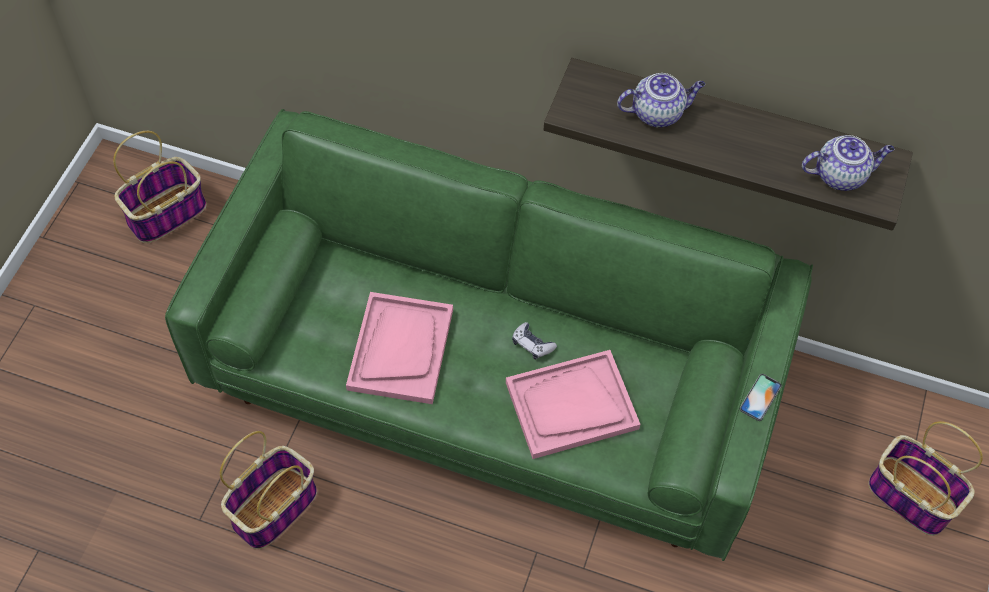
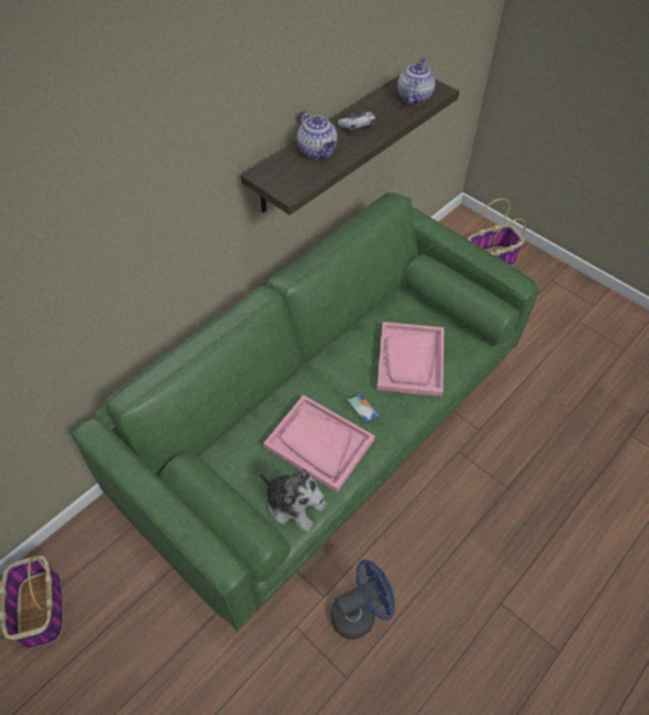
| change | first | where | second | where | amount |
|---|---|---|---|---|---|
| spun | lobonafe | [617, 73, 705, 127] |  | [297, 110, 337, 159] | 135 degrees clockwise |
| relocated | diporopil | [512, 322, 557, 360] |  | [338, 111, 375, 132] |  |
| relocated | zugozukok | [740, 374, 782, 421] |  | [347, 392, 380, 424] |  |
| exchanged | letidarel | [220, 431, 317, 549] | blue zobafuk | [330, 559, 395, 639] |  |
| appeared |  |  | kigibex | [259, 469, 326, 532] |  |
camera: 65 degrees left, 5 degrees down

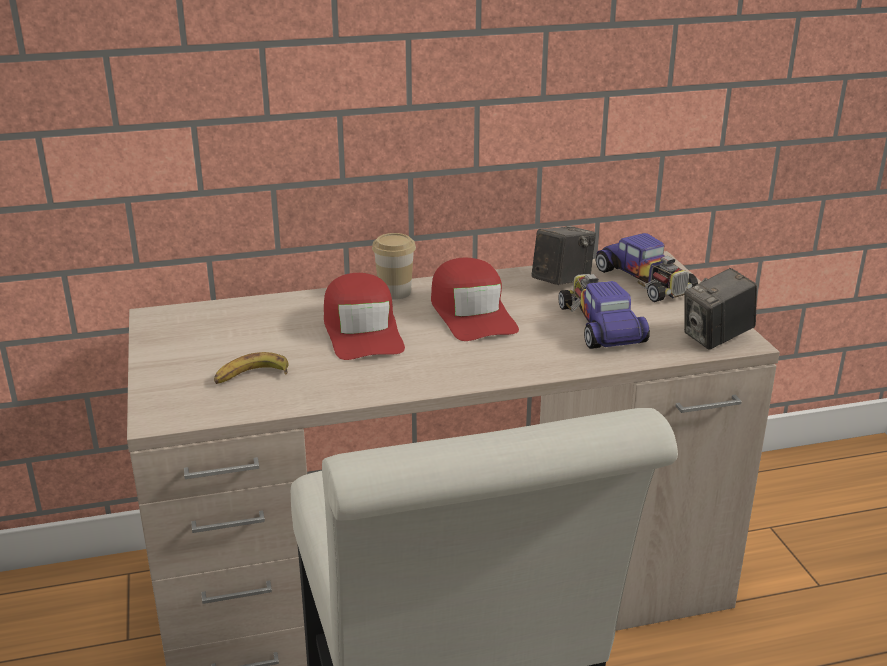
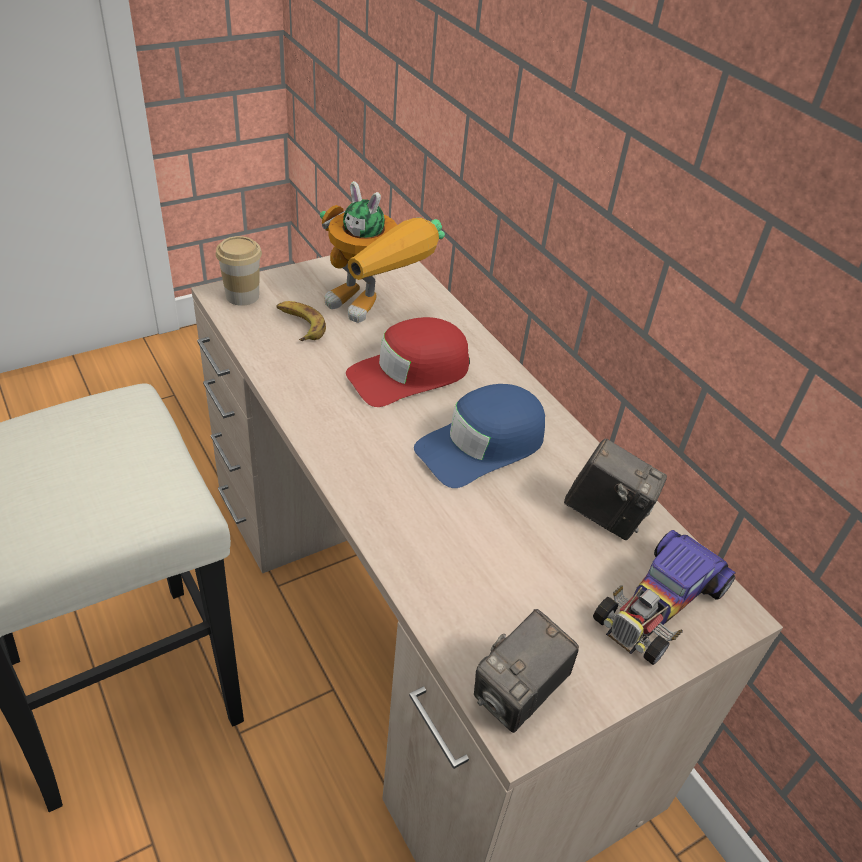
| change | first | where | second | where | amount |
|---|---|---|---|---|---|
| relocated | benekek | [372, 233, 416, 300] |  | [216, 236, 262, 306] |  |
| colour | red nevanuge | [431, 258, 519, 341] | blue nevanuge | [414, 384, 545, 488] |  |
| spun | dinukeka | [684, 268, 757, 350] |  | [474, 609, 579, 733] | 90 degrees counterclockwise |
| missing | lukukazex | [558, 274, 650, 349] |  |  |  |
| appeared |  |  | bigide | [320, 181, 445, 323] |  |
camera: 70 degrees right, 15 degrees up

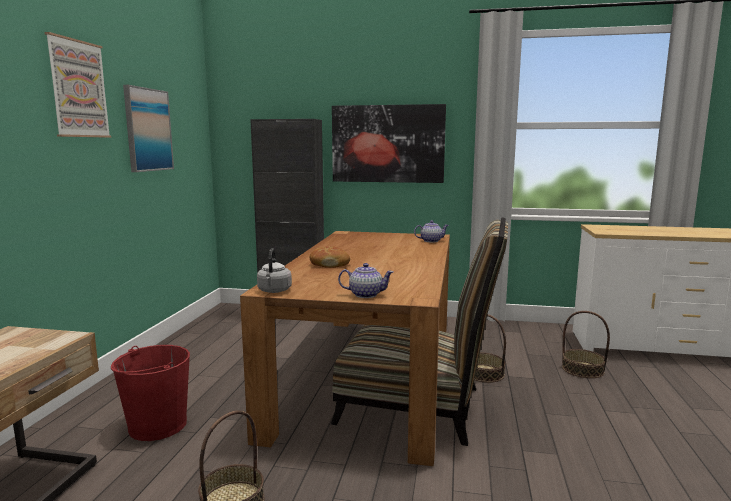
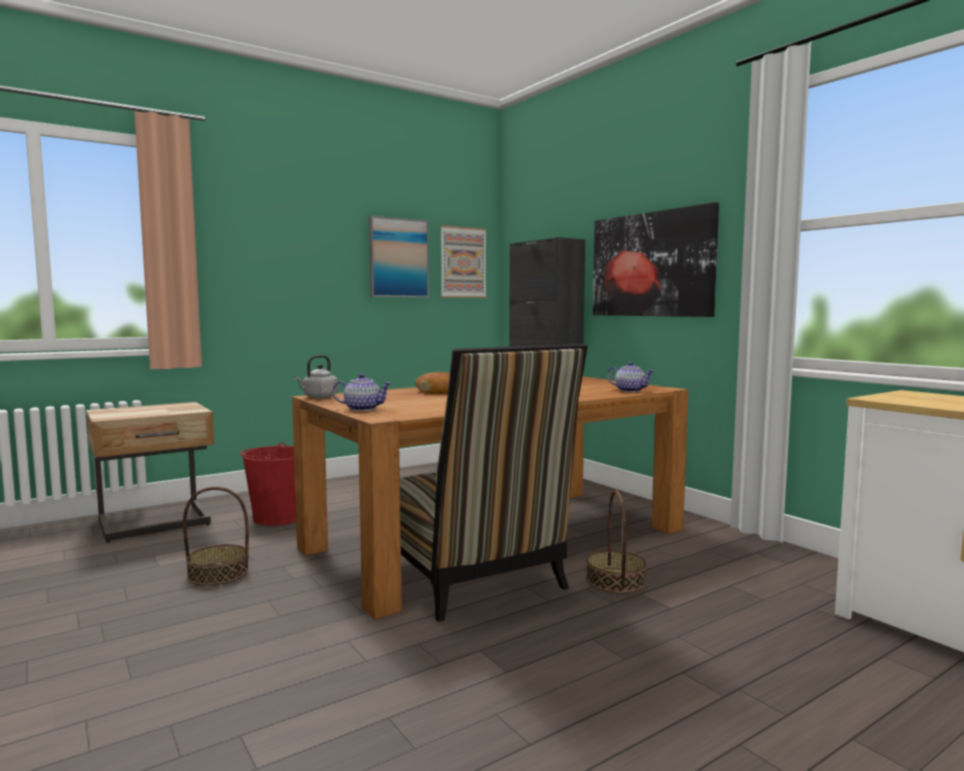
| change | first | where | second | where | amount |
|---|---|---|---|---|---|
| relocated | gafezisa | [45, 32, 111, 138] |  | [440, 225, 487, 298] |  |
| spun | lobonafe | [338, 263, 393, 298] |  | [333, 374, 392, 411] | 45 degrees counterclockwise |
| missing | letidarel | [562, 311, 610, 378] |  |  |  |
camera: 45 degrees right, 5 degrees down

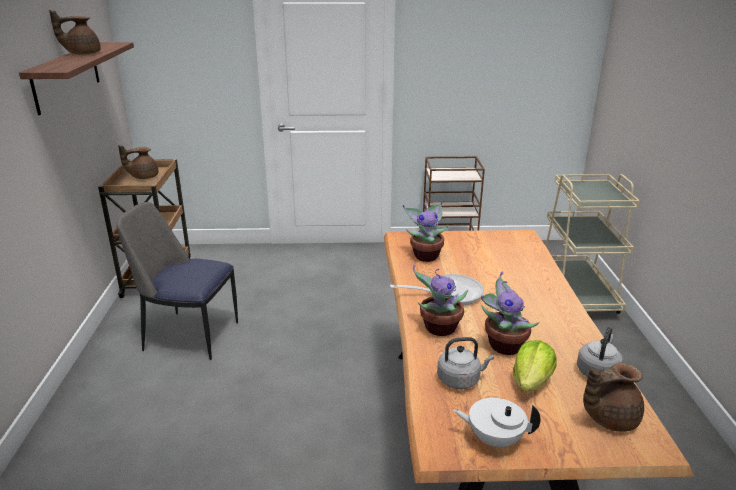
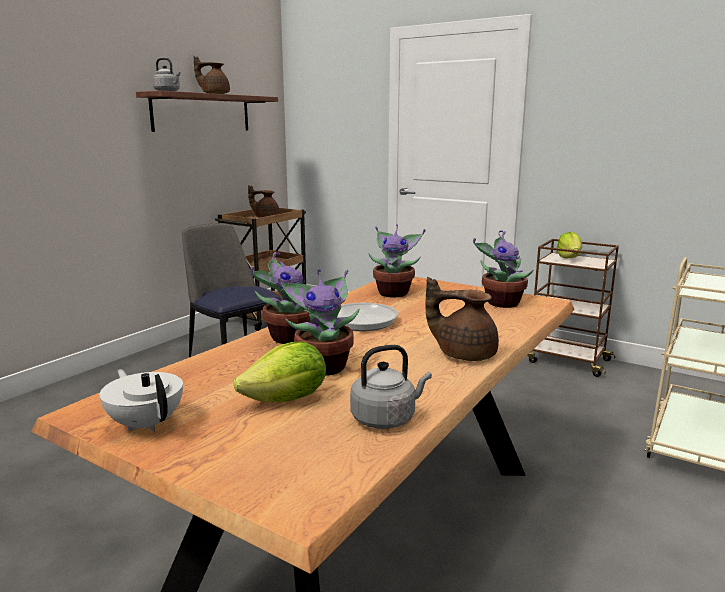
| change | first | where | second | where | amount |
|---|---|---|---|---|---|
| relocated | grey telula | [437, 337, 494, 389] |  | [153, 58, 181, 91] |  |
| relocated | brown lobonafe | [583, 362, 644, 432] |  | [425, 277, 499, 361] |  |
| appeared |  |  | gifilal | [473, 230, 533, 308] |  |
| appeared |  |  | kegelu | [557, 232, 582, 258] |  |
camera: 35 degrees right, 10 degrees down

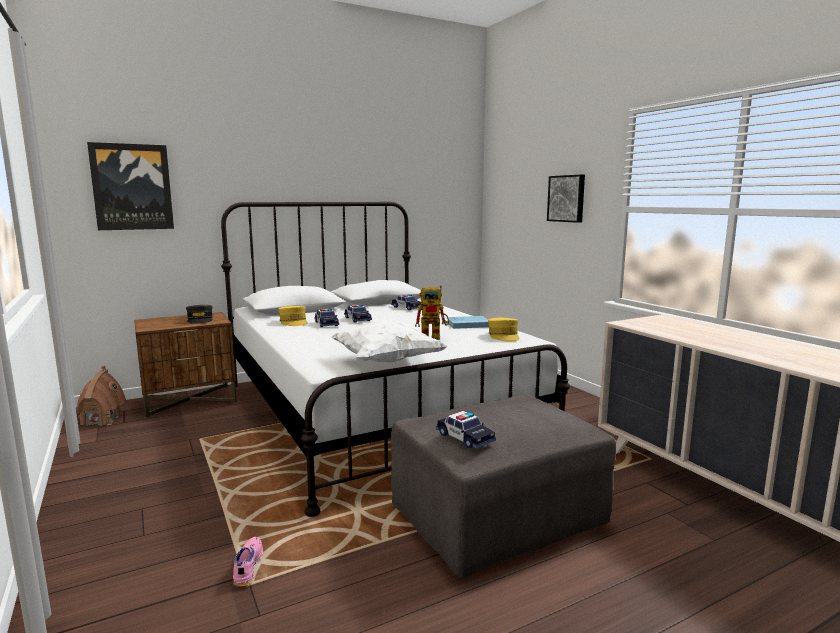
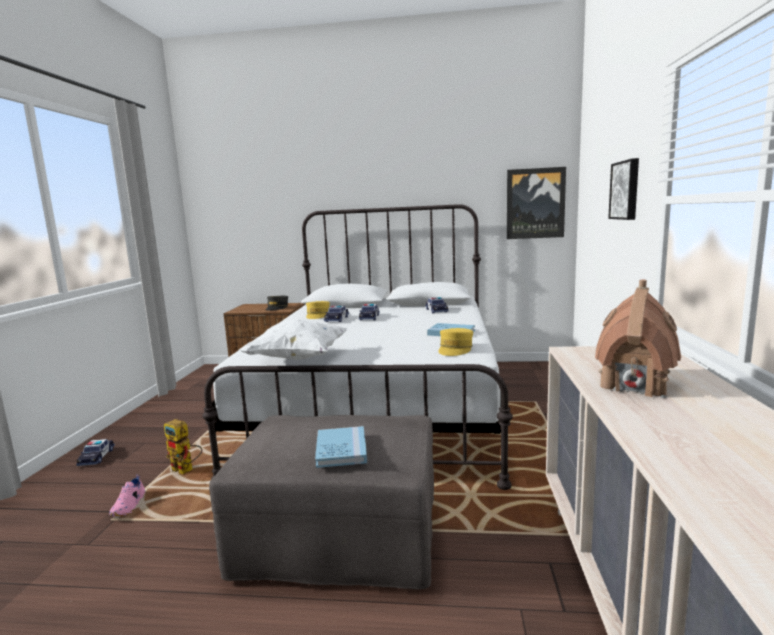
| change | first | where | second | where | amount |
|---|---|---|---|---|---|
| relocated | gafezisa | [87, 142, 174, 230] |  | [507, 167, 566, 239] |  |
| relocated | bigide | [415, 285, 449, 340] |  | [164, 419, 202, 475] |  |
| relocated | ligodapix | [77, 365, 126, 426] |  | [595, 280, 681, 398] |  |
| relocated | lukukazex | [436, 411, 496, 448] |  | [76, 439, 115, 466] |  |
| spun | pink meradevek | [233, 537, 263, 587] |  | [109, 475, 146, 517] | 150 degrees clockwise |
| appeared |  |  | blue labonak | [315, 426, 367, 468] |  |
camera: 35 degrees right, 0 degrees up

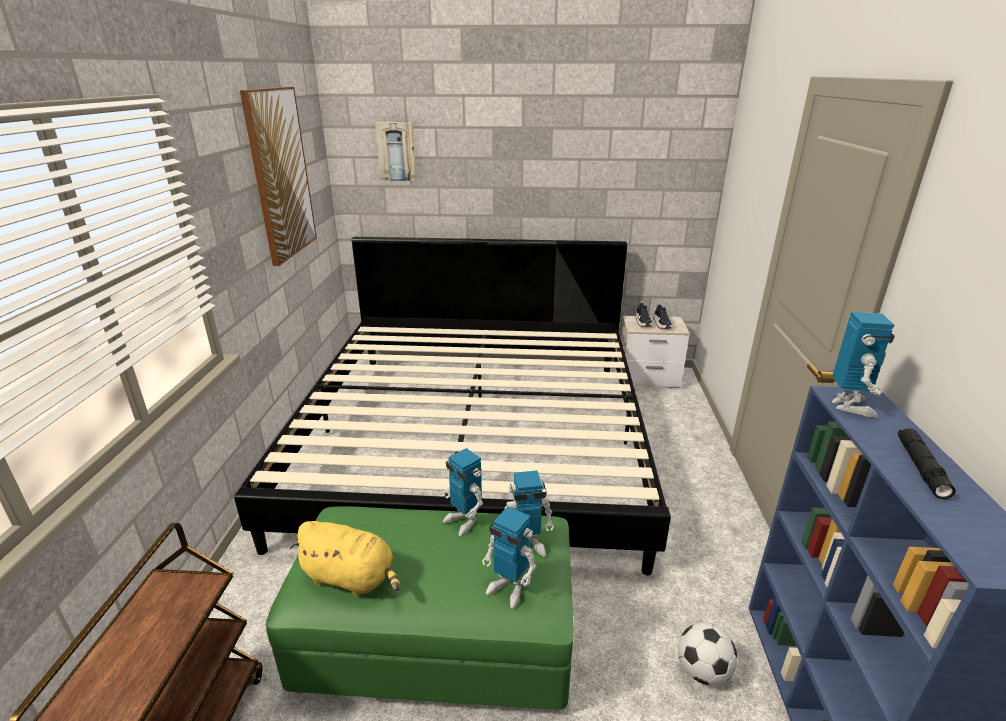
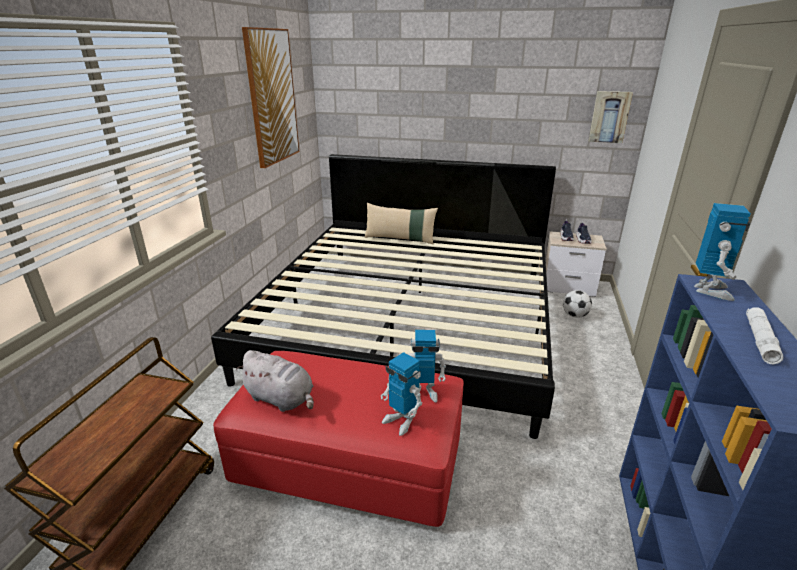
| change | first | where | second | where | amount |
|---|---|---|---|---|---|
| relocated | gafezisa | [375, 122, 416, 181] |  | [589, 91, 633, 143] |  |
| colour | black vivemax | [898, 428, 956, 499] | white vivemax | [746, 308, 783, 364] |  |
| missing | bigide | [443, 448, 483, 536] |  |  |  |
| colour | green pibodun | [266, 506, 574, 710] | red pibodun | [213, 351, 464, 527] |  |
| colour | yellow kigibex | [290, 521, 400, 596] | grey kigibex | [236, 350, 314, 412] |  |
| relocated | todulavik | [678, 623, 737, 685] |  | [563, 290, 592, 318] |  |
| appeared |  |  | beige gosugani | [364, 203, 438, 244] |  |
camera: 10 degrees right, 0 degrees up

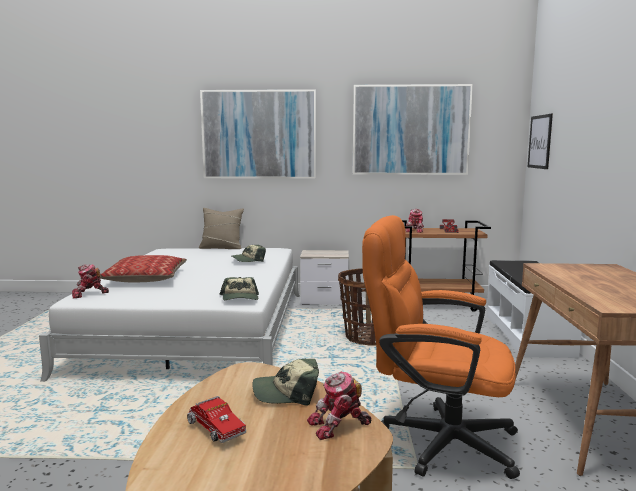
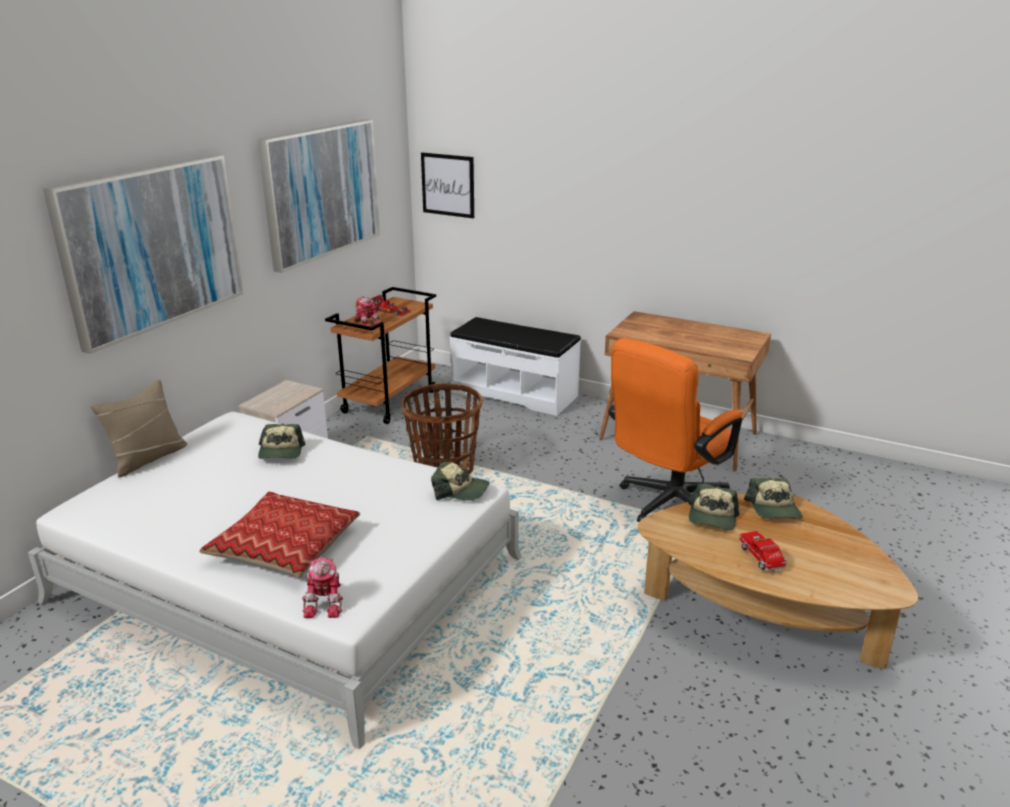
| change | first | where | second | where | amount |
|---|---|---|---|---|---|
| exchanged | bigide | [307, 371, 371, 440] | nevanuge | [744, 478, 802, 519] |  |
| spun | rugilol | [187, 396, 246, 443] |  | [739, 531, 787, 572] | 90 degrees counterclockwise |
camera: 65 degrees left, 15 degrees up

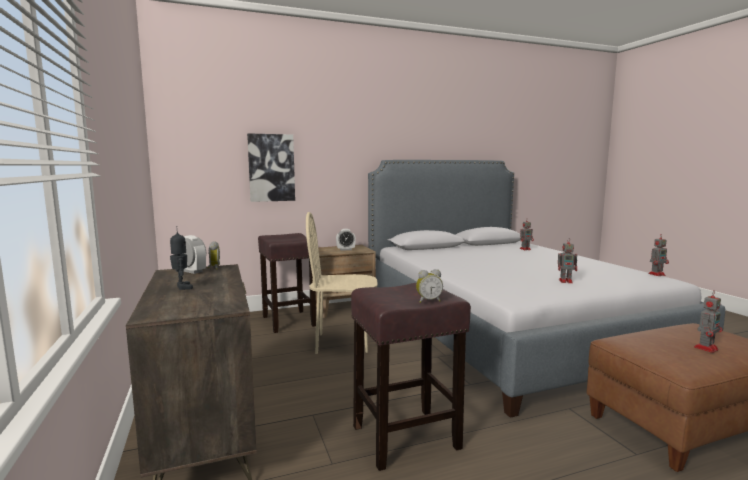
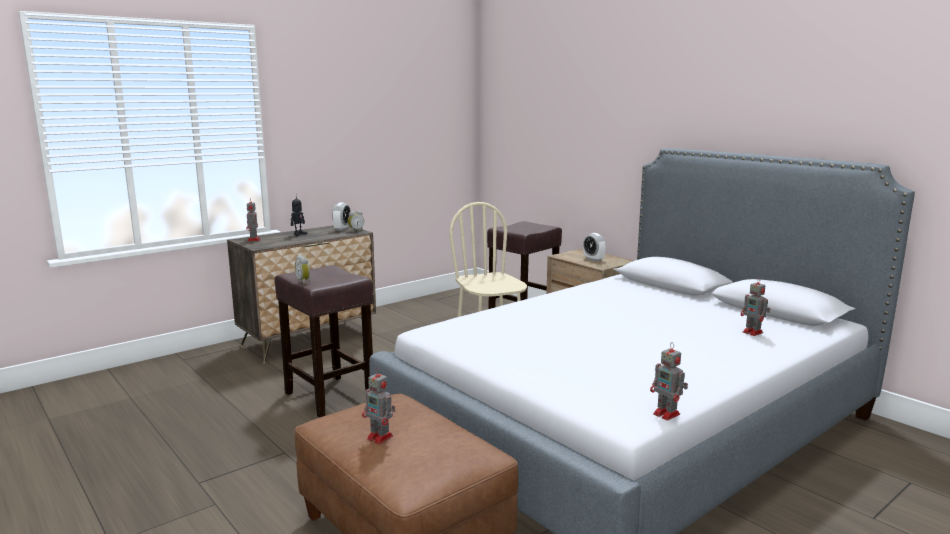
| change | first | where | second | where | amount |
|---|---|---|---|---|---|
| missing | gafezisa | [247, 133, 295, 202] |  |  |  |
| relocated | bigide | [558, 238, 577, 283] |  | [246, 198, 260, 242] |  |
camera: 70 degrees right, 5 degrees up

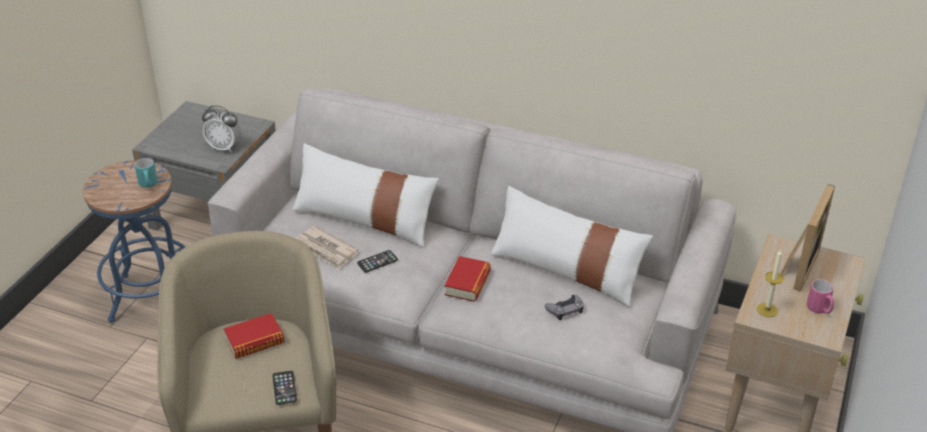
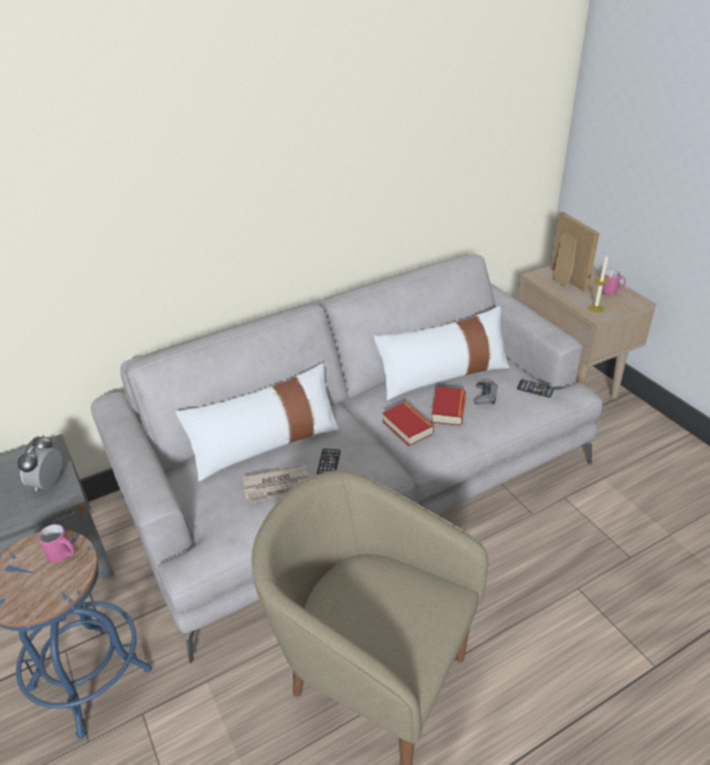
| change | first | where | second | where | amount |
|---|---|---|---|---|---|
| spun | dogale | [202, 105, 241, 153] |  | [17, 435, 62, 491] | 135 degrees clockwise |
| colour | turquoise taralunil | [135, 158, 158, 188] | pink taralunil | [38, 524, 75, 563] |  |
| relocated | labonak | [223, 313, 285, 359] |  | [431, 386, 466, 426] |  |
| relocated | zugozukok | [272, 371, 297, 405] |  | [517, 380, 554, 398] |  |
camera: 50 degrees left, 0 degrees up

